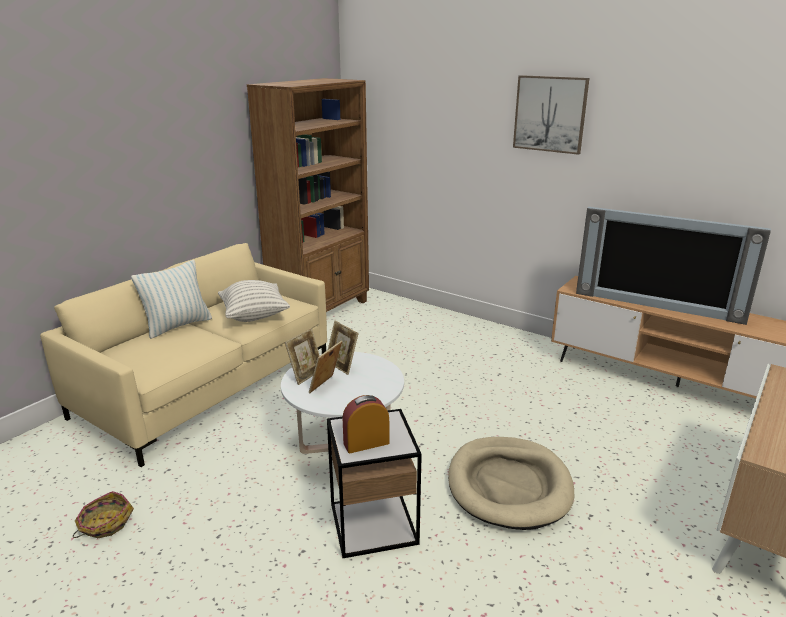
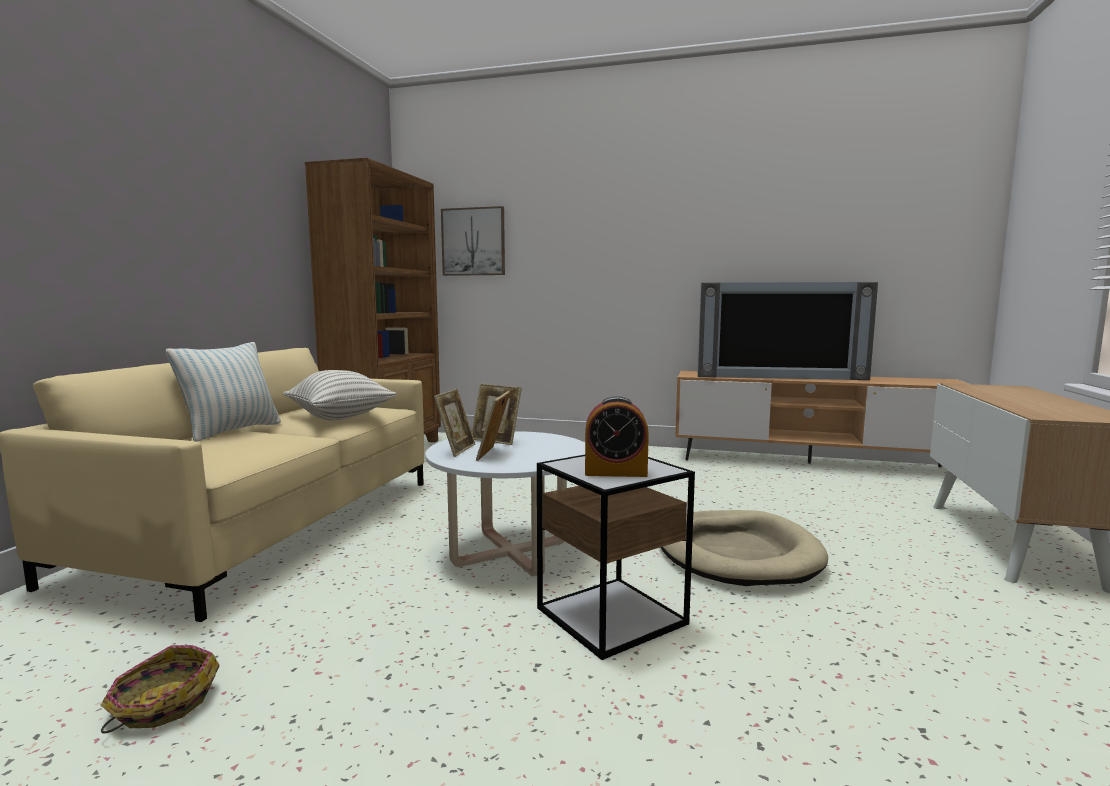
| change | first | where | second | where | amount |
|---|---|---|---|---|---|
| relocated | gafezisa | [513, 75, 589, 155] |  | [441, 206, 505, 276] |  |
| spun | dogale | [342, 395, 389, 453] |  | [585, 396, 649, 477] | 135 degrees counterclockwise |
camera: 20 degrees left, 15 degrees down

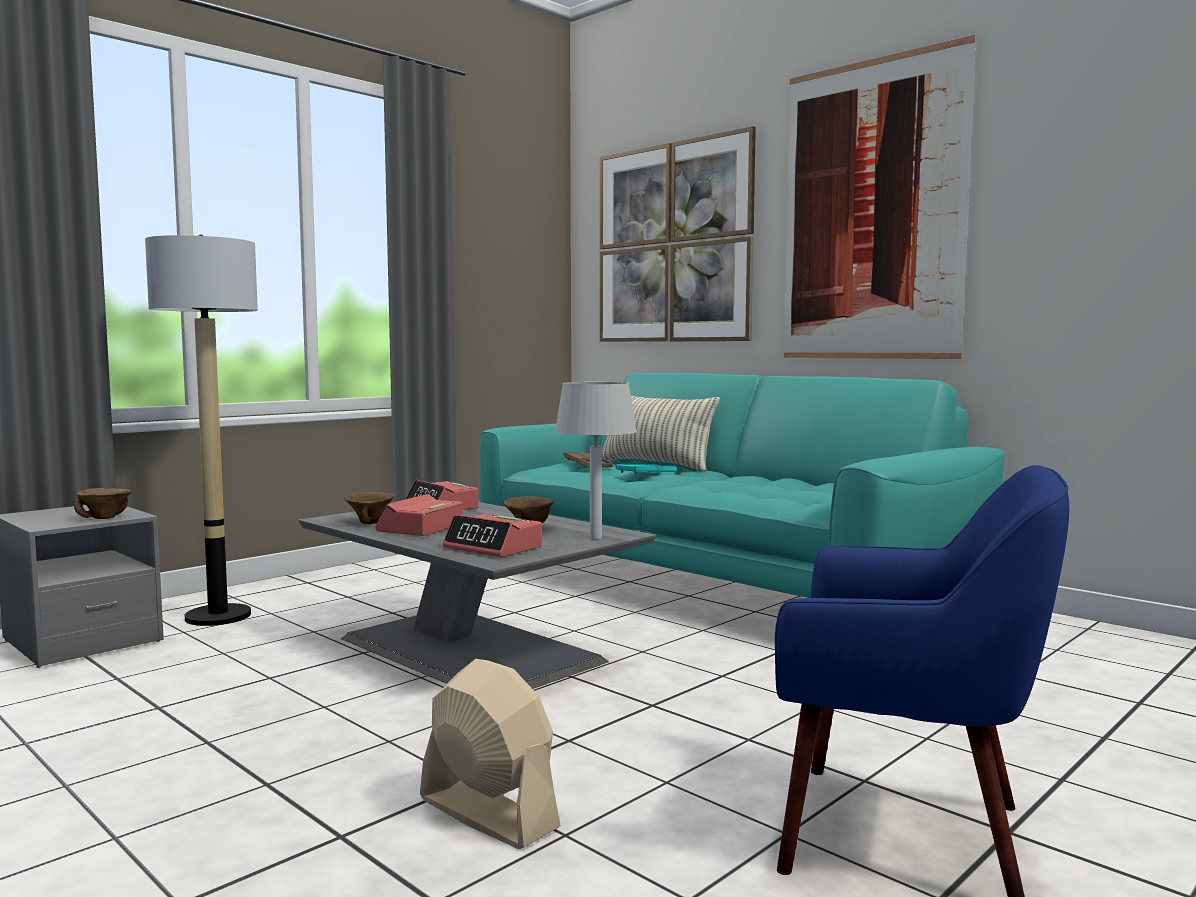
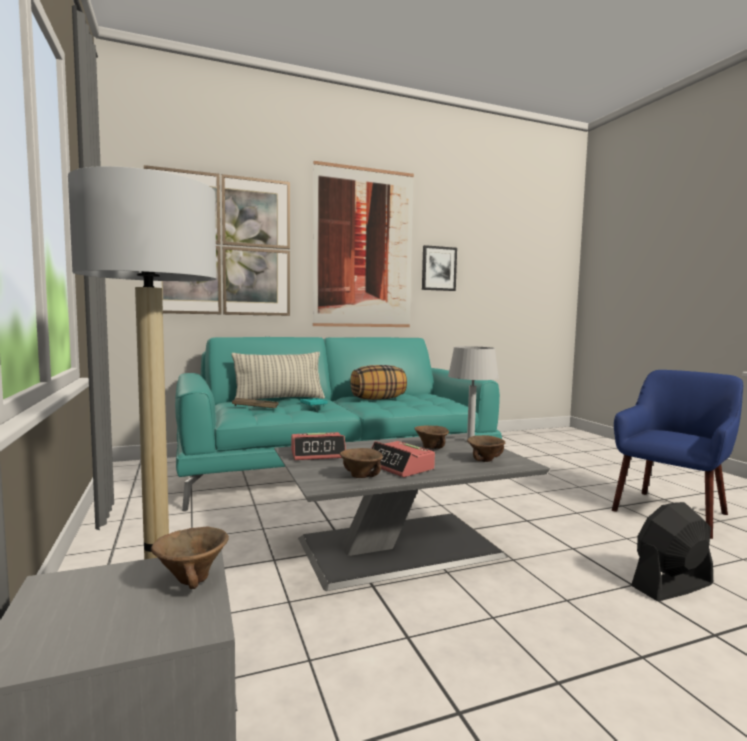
| change | first | where | second | where | amount |
|---|---|---|---|---|---|
| exchanged | dogale | [443, 514, 542, 557] | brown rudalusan | [467, 435, 505, 462] |  |
| colour | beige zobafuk | [420, 659, 561, 849] | black zobafuk | [631, 502, 713, 601] |  |
| appeared |  |  | gafezisa | [422, 245, 457, 291] |  |
| appeared |  |  | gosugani | [350, 365, 407, 400] |  |
camera: 65 degrees left, 0 degrees up

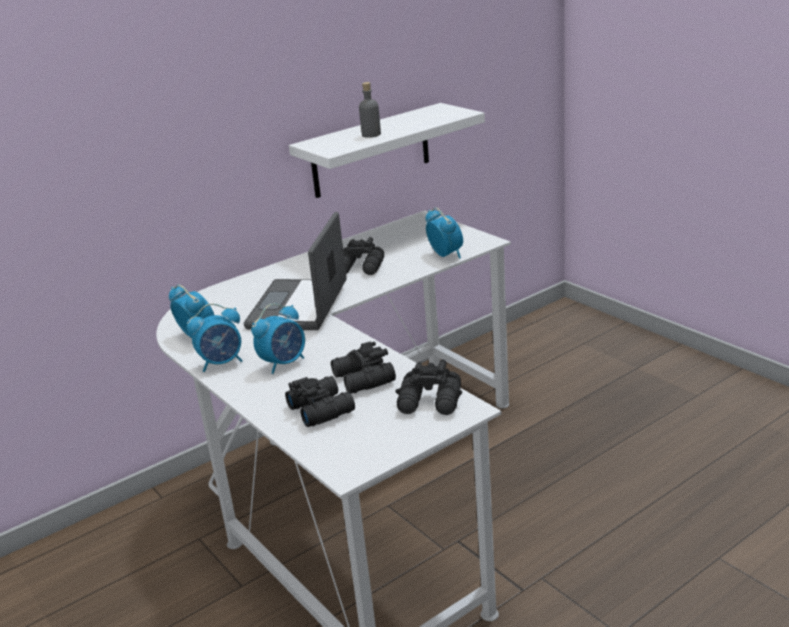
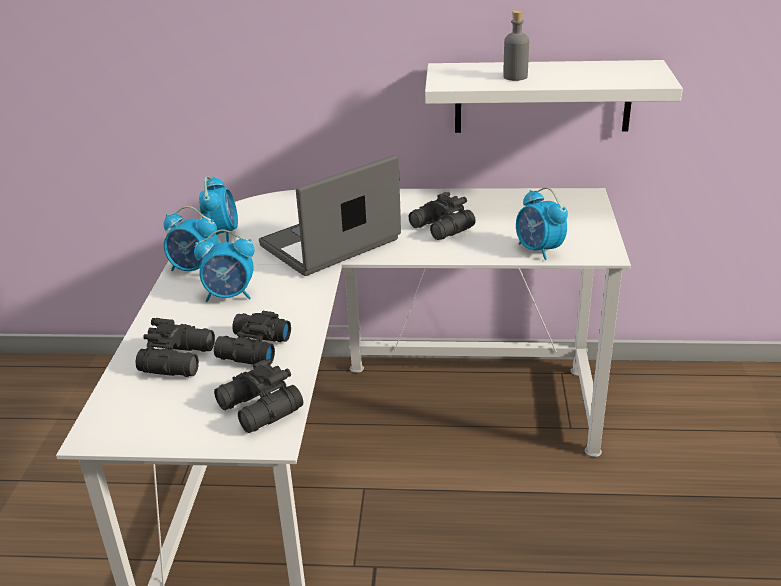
| change | first | where | second | where | amount |
|---|---|---|---|---|---|
| spun | dogale | [426, 208, 463, 259] |  | [516, 187, 568, 260] | 135 degrees clockwise |
camera: 40 degrees right, 5 degrees up

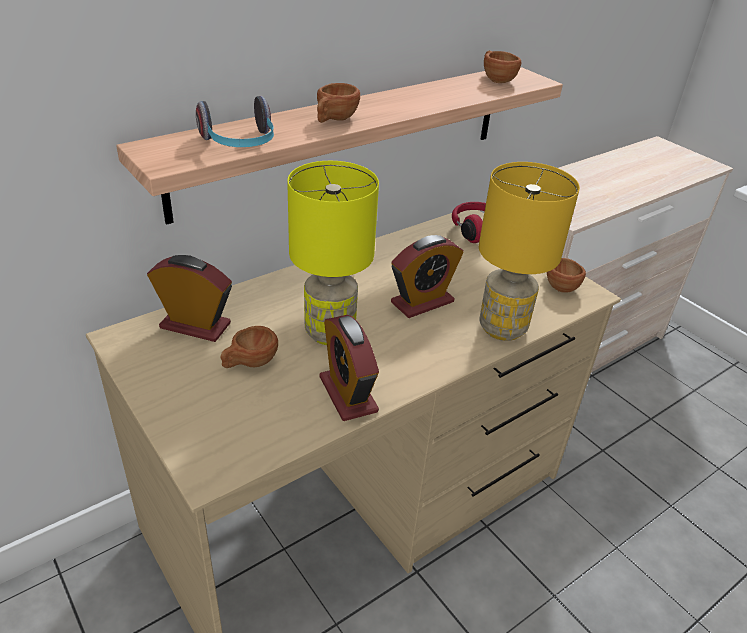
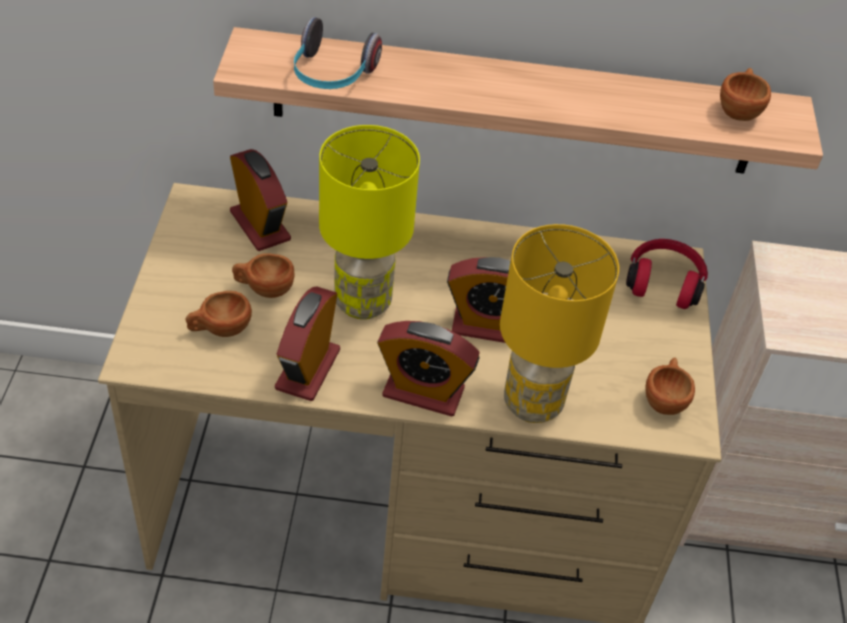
| change | first | where | second | where | amount |
|---|---|---|---|---|---|
| relocated | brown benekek | [317, 83, 360, 123] |  | [185, 291, 252, 337] |  |
| appeared |  |  | dogale | [377, 321, 480, 417] |  |
camera: 40 degrees right, 10 degrees up

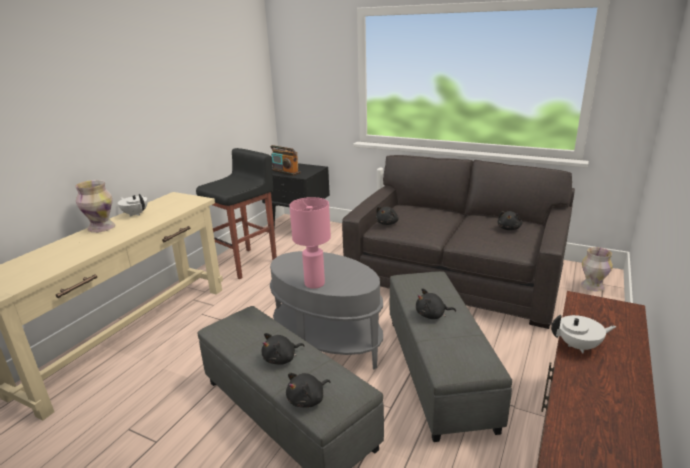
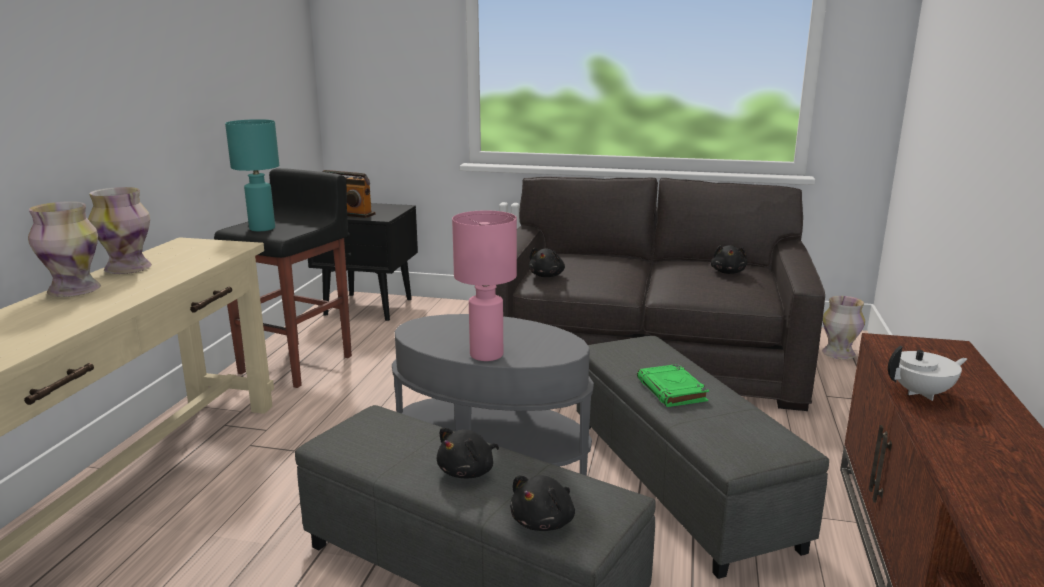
| change | first | where | second | where | amount |
|---|---|---|---|---|---|
| exchanged | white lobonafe | [118, 194, 148, 217] | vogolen | [88, 187, 152, 274] |  |
| exchanged | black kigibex | [416, 288, 456, 319] | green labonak | [637, 364, 709, 407] |  |
| appeared |  |  | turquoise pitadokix | [225, 119, 279, 231] |  |
camera: 15 degrees left, 5 degrees down

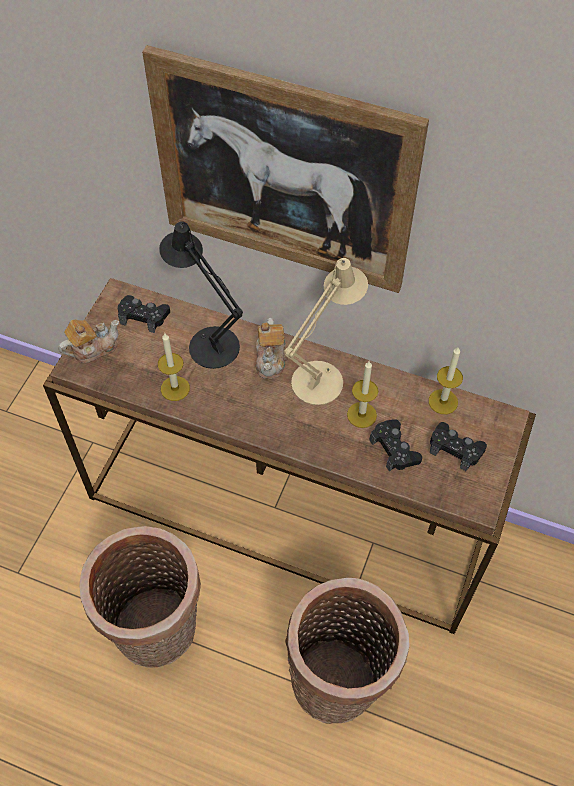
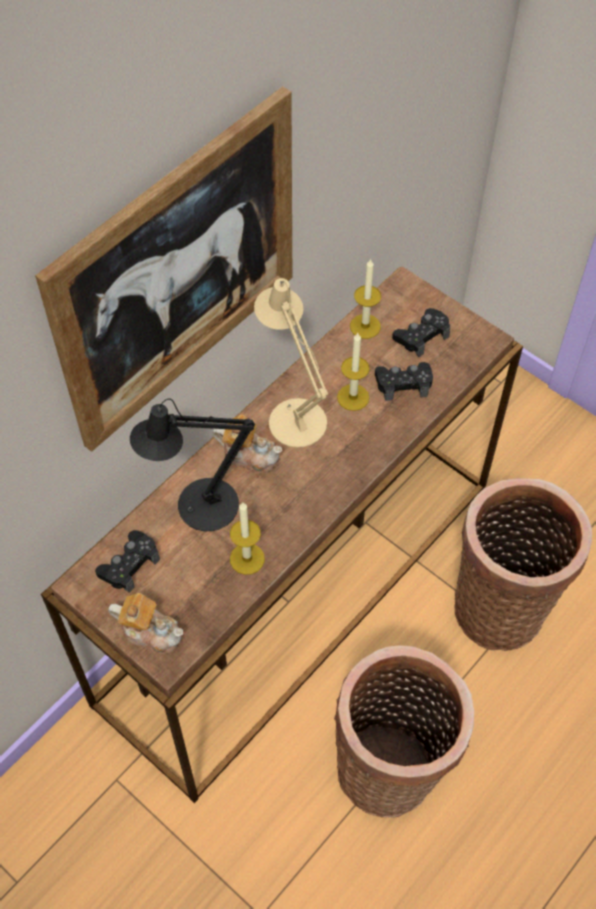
| change | first | where | second | where | amount |
|---|---|---|---|---|---|
| spun | lobonafe | [58, 319, 119, 363] |  | [108, 593, 183, 654] | 120 degrees clockwise |
camera: 70 degrees left, 0 degrees up

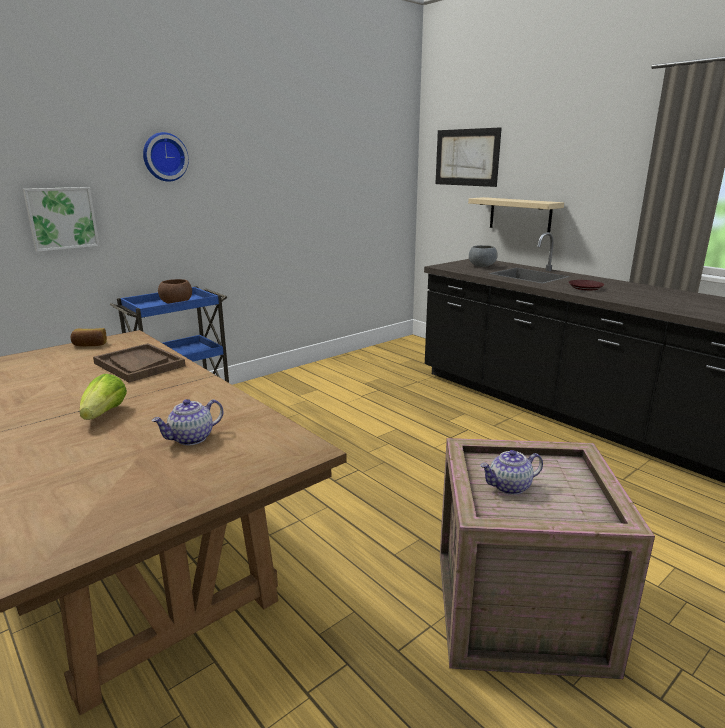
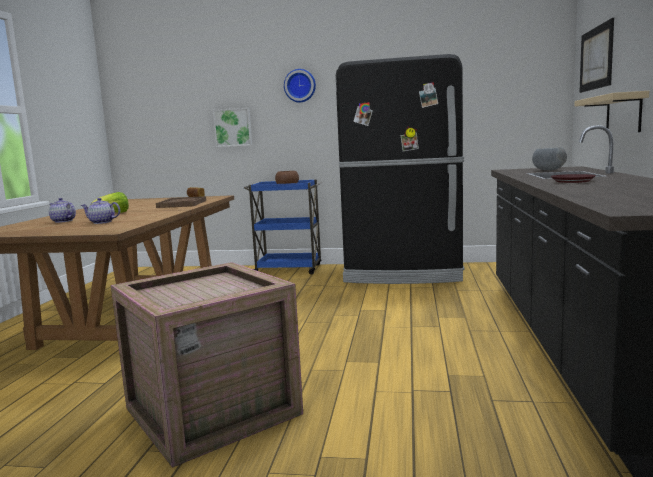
| change | first | where | second | where | amount |
|---|---|---|---|---|---|
| relocated | lobonafe | [480, 450, 543, 495] |  | [49, 198, 76, 223] |  |
| appeared |  |  | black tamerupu | [336, 54, 464, 284] |  |
camera: 50 degrees right, 10 degrees down

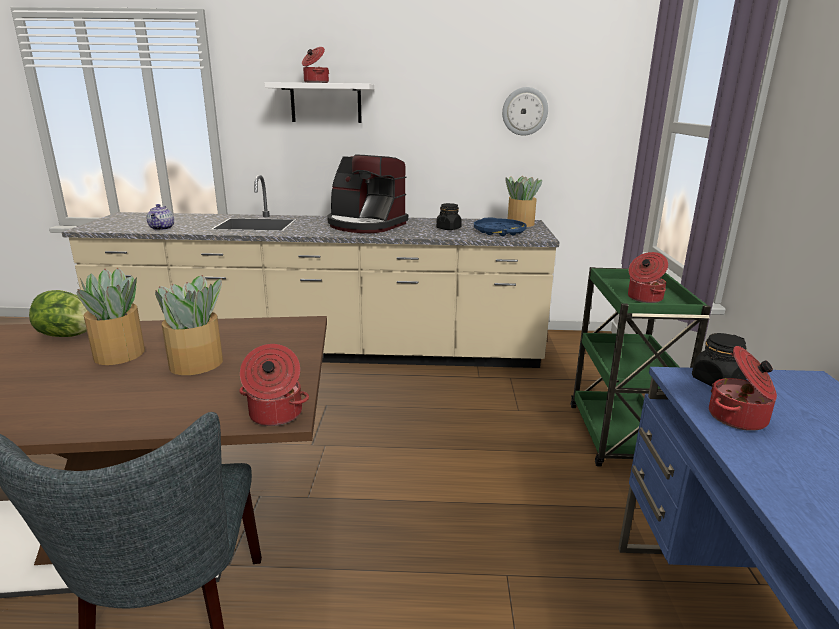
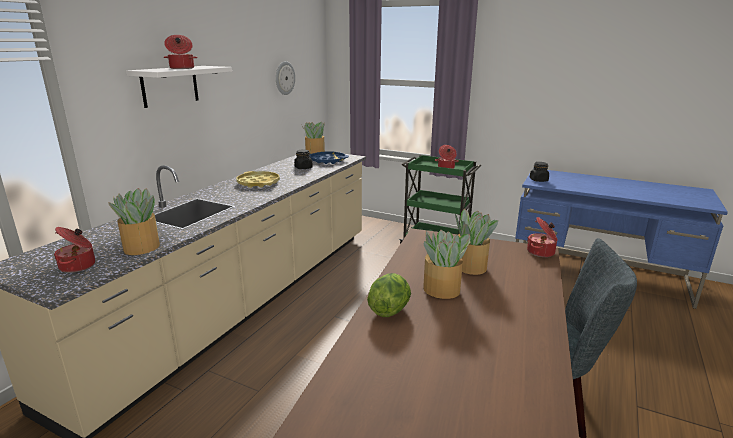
| change | first | where | second | where | amount |
|---|---|---|---|---|---|
| exchanged | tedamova | [327, 154, 408, 233] | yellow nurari | [236, 171, 280, 188] |  |
| exchanged | lobonafe | [147, 204, 174, 231] | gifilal | [109, 188, 160, 255] |  |
| relocated | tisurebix | [709, 346, 777, 431] |  | [54, 227, 95, 273] |  |
camera: 65 degrees left, 0 degrees up

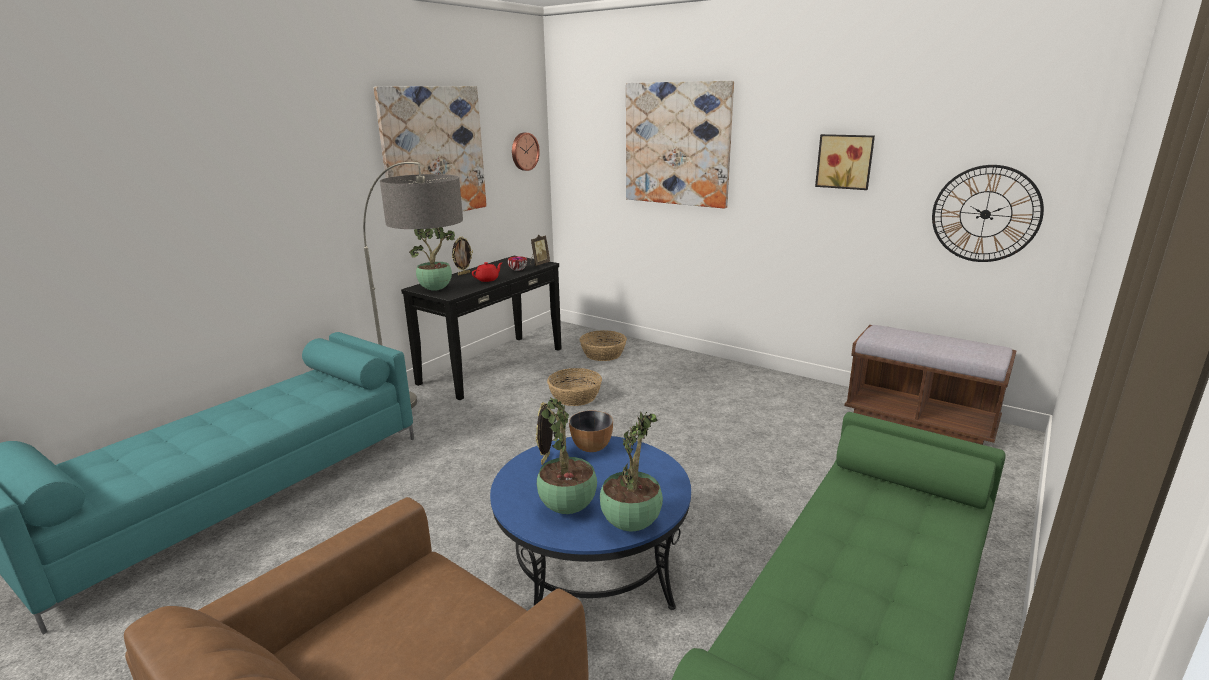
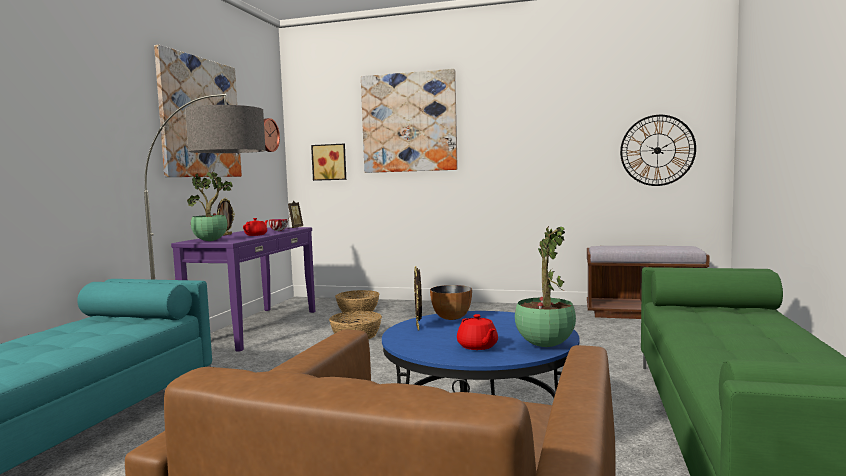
| change | first | where | second | where | amount |
|---|---|---|---|---|---|
| relocated | gafezisa | [815, 134, 875, 190] |  | [311, 144, 346, 181] |  |
| colour | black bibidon | [401, 256, 562, 400] | purple bibidon | [171, 227, 315, 352] |  |
| exchanged | gifilal | [537, 397, 597, 514] | red lobonafe | [457, 314, 498, 350] |  |
camera: 20 degrees left, 15 degrees down

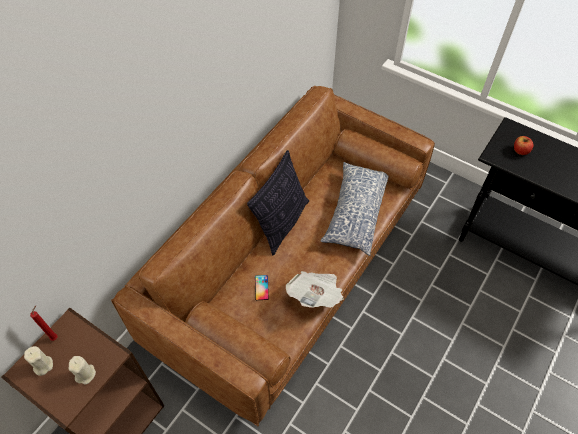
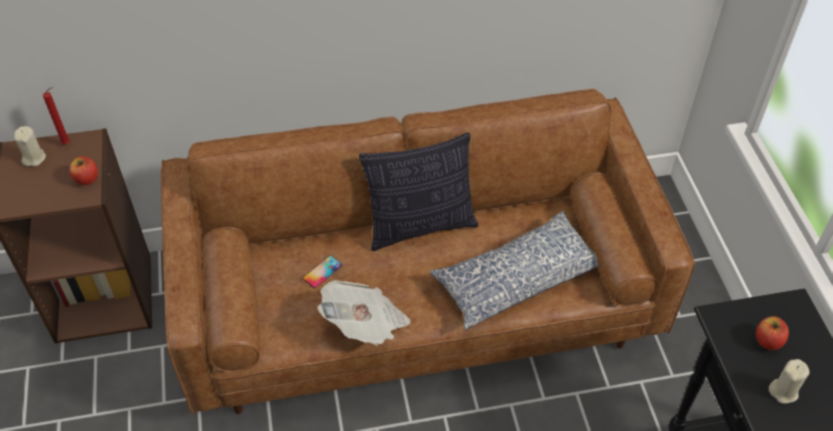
| change | first | where | second | where | amount |
|---|---|---|---|---|---|
| relocated | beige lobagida | [69, 356, 96, 385] |  | [769, 359, 810, 404] |  |
| appeared |  |  | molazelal | [70, 156, 98, 185] |  |
camera: 45 degrees right, 5 degrees down

